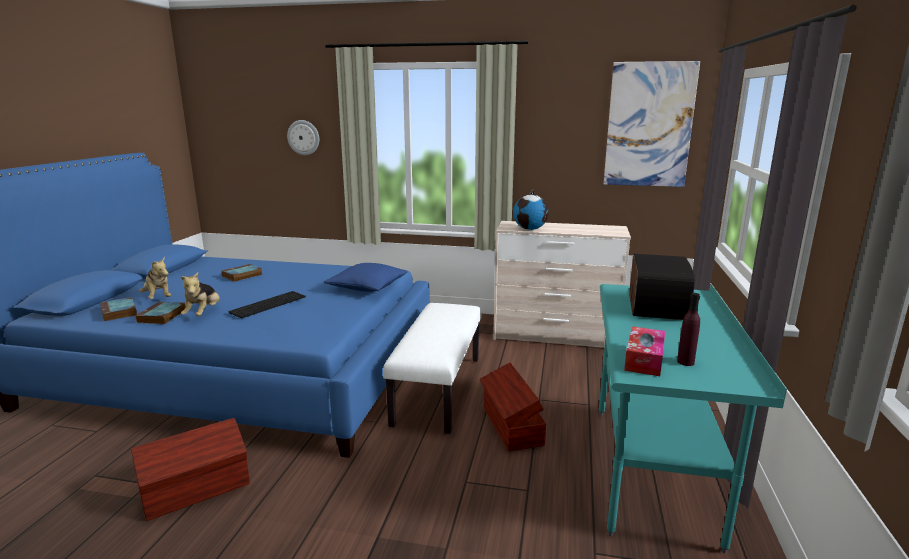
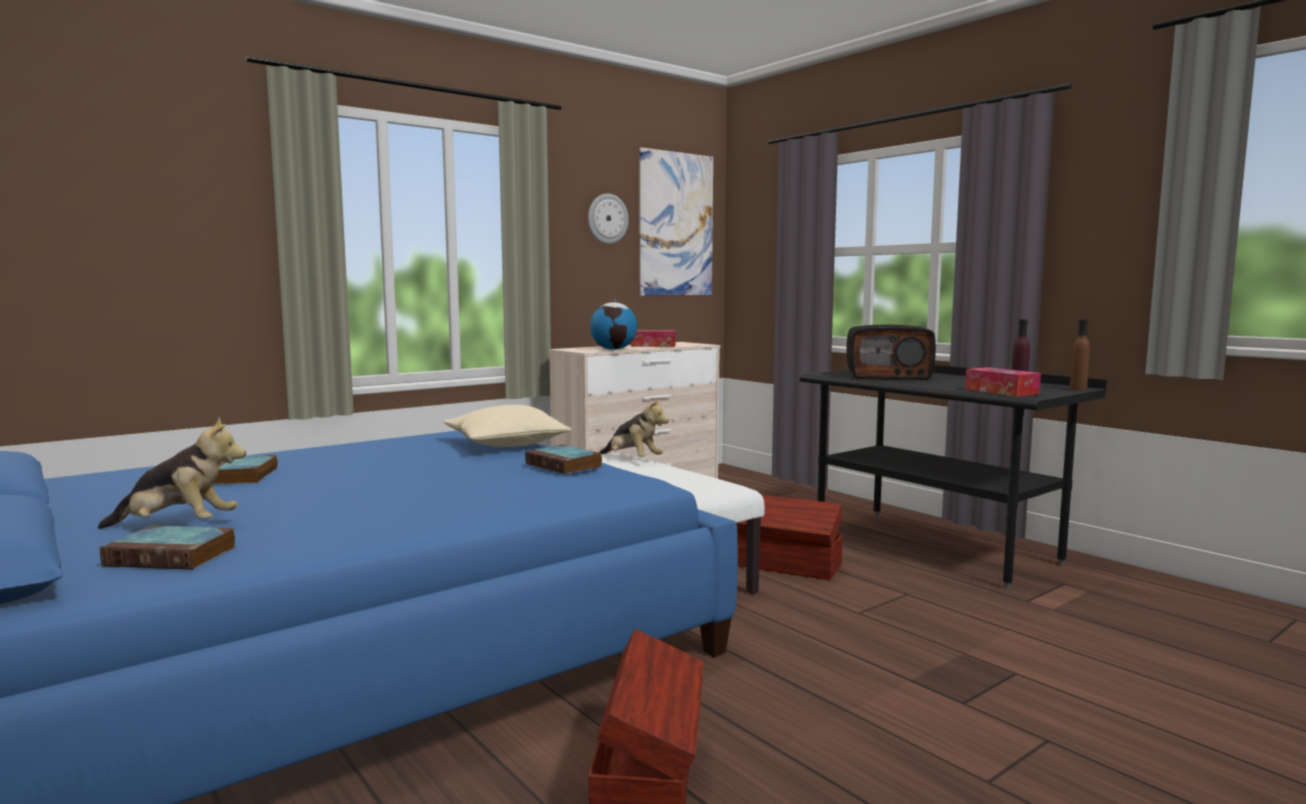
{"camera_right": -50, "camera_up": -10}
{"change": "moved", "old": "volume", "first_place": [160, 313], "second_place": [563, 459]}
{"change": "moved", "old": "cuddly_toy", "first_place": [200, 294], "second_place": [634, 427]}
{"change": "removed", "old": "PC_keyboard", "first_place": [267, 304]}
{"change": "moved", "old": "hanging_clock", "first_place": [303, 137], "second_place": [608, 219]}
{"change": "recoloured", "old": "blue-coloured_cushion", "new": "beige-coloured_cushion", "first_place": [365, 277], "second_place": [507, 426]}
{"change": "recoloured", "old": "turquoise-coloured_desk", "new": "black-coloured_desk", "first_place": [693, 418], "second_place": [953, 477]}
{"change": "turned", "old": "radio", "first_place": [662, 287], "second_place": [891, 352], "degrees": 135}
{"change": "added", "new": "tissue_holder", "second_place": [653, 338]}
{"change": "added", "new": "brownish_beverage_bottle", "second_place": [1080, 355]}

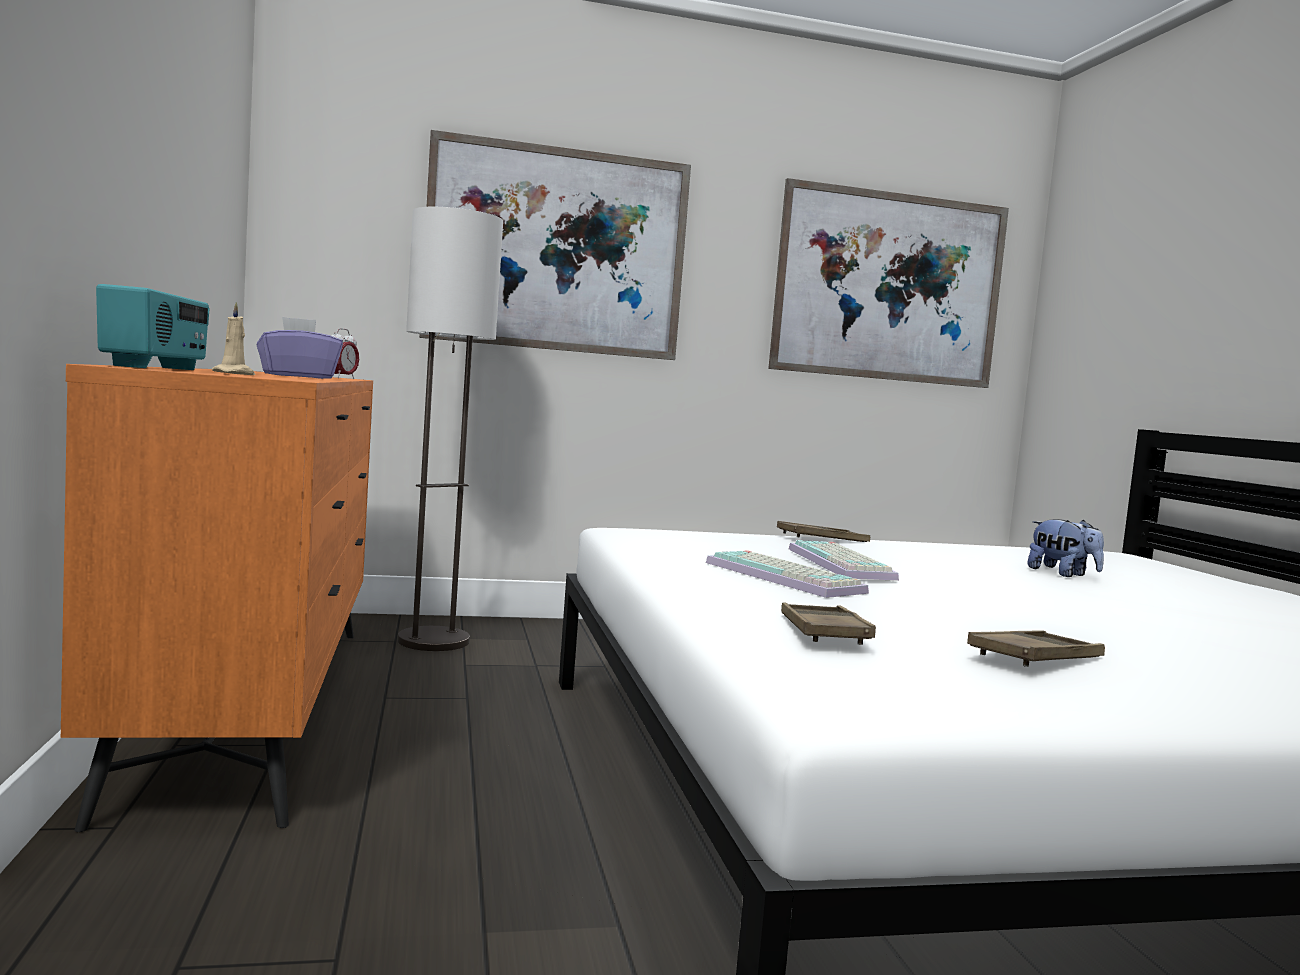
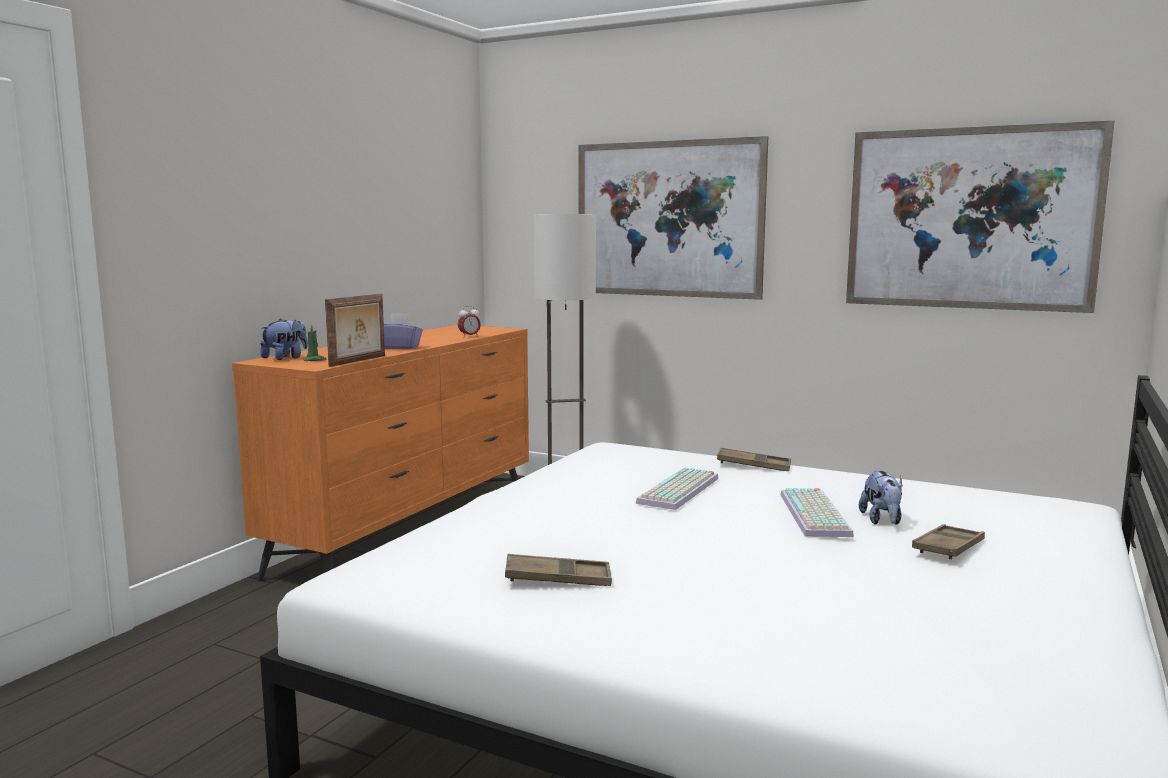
{"camera_right": 40, "camera_up": 5}
{"change": "replaced", "old": "radio", "new": "cuddly_toy", "first_place": [153, 327], "second_place": [283, 339]}
{"change": "recoloured", "old": "beige-coloured_candle", "new": "greenish_candle", "first_place": [233, 338], "second_place": [314, 342]}
{"change": "moved", "old": "PC_keyboard", "first_place": [787, 574], "second_place": [817, 512]}
{"change": "moved", "old": "brownish_serving_tray", "first_place": [828, 623], "second_place": [948, 542]}
{"change": "added", "new": "photo_frame", "second_place": [355, 330]}

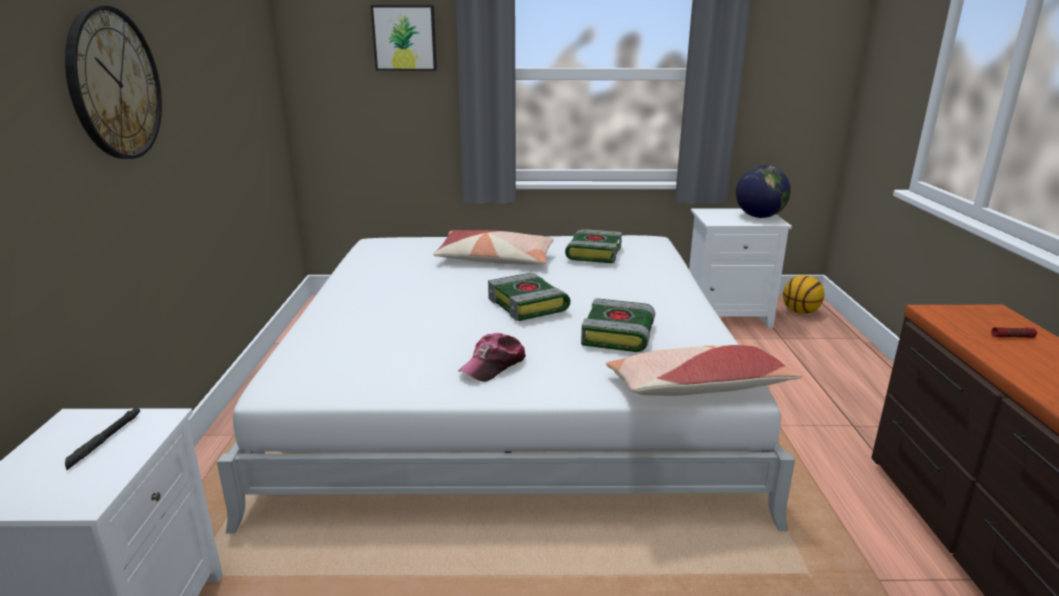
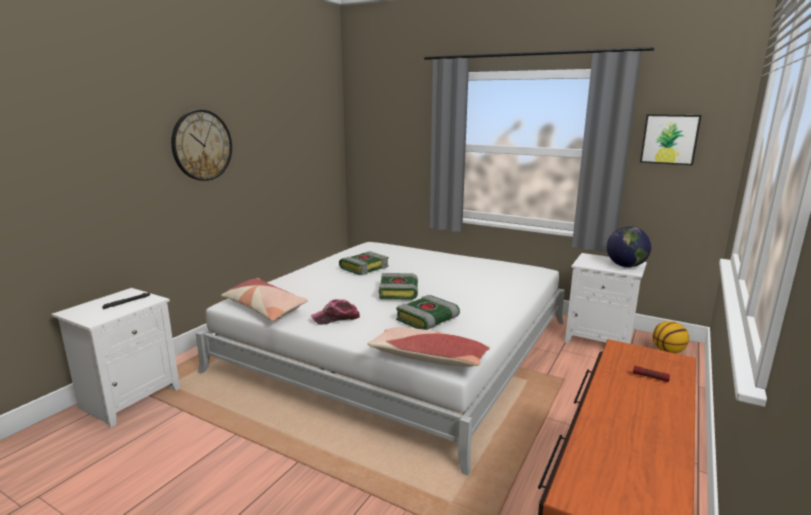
{"camera_right": 30, "camera_up": -5}
{"change": "moved", "old": "wall_picture", "first_place": [404, 38], "second_place": [671, 139]}
{"change": "moved", "old": "cushion", "first_place": [493, 247], "second_place": [264, 299]}
{"change": "moved", "old": "volume", "first_place": [593, 246], "second_place": [363, 263]}

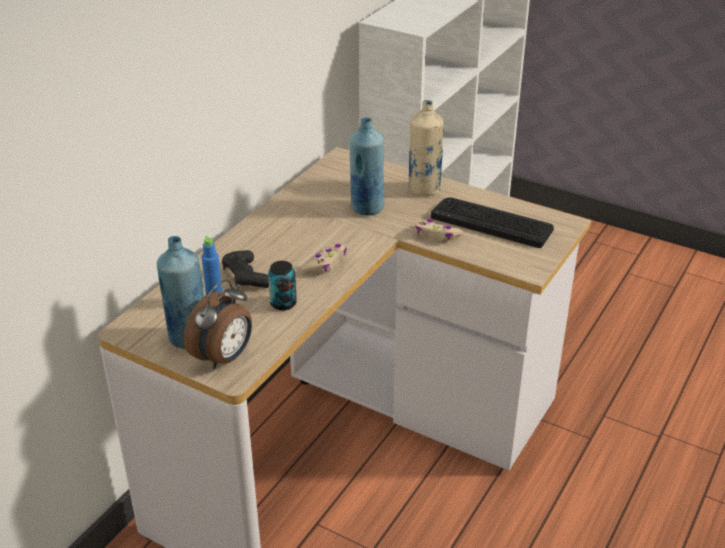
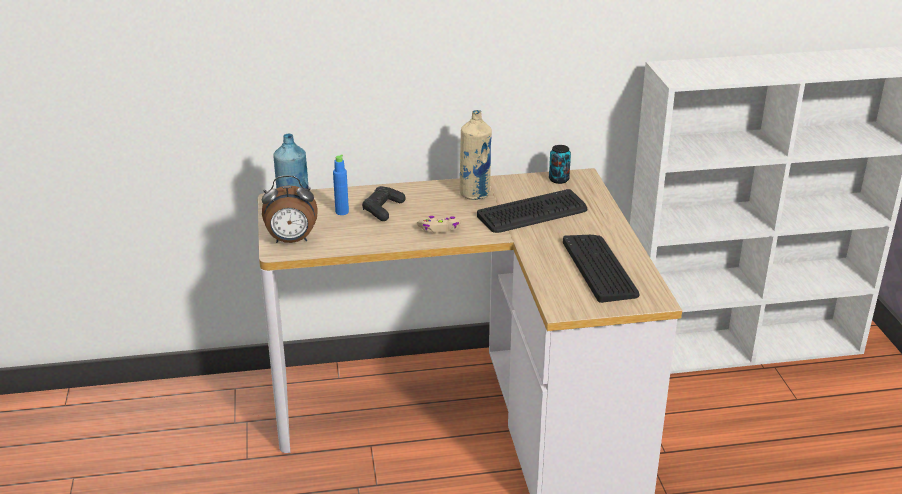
{"camera_right": 50, "camera_up": -5}
{"change": "moved", "old": "can", "first_place": [282, 285], "second_place": [560, 164]}
{"change": "replaced", "old": "blue-coloured_beverage_bottle", "new": "PC_keyboard", "first_place": [367, 166], "second_place": [532, 211]}
{"change": "moved", "old": "beige-coloured_beverage_bottle", "first_place": [426, 148], "second_place": [476, 155]}
{"change": "removed", "old": "beige-coloured_joypad", "first_place": [439, 230]}

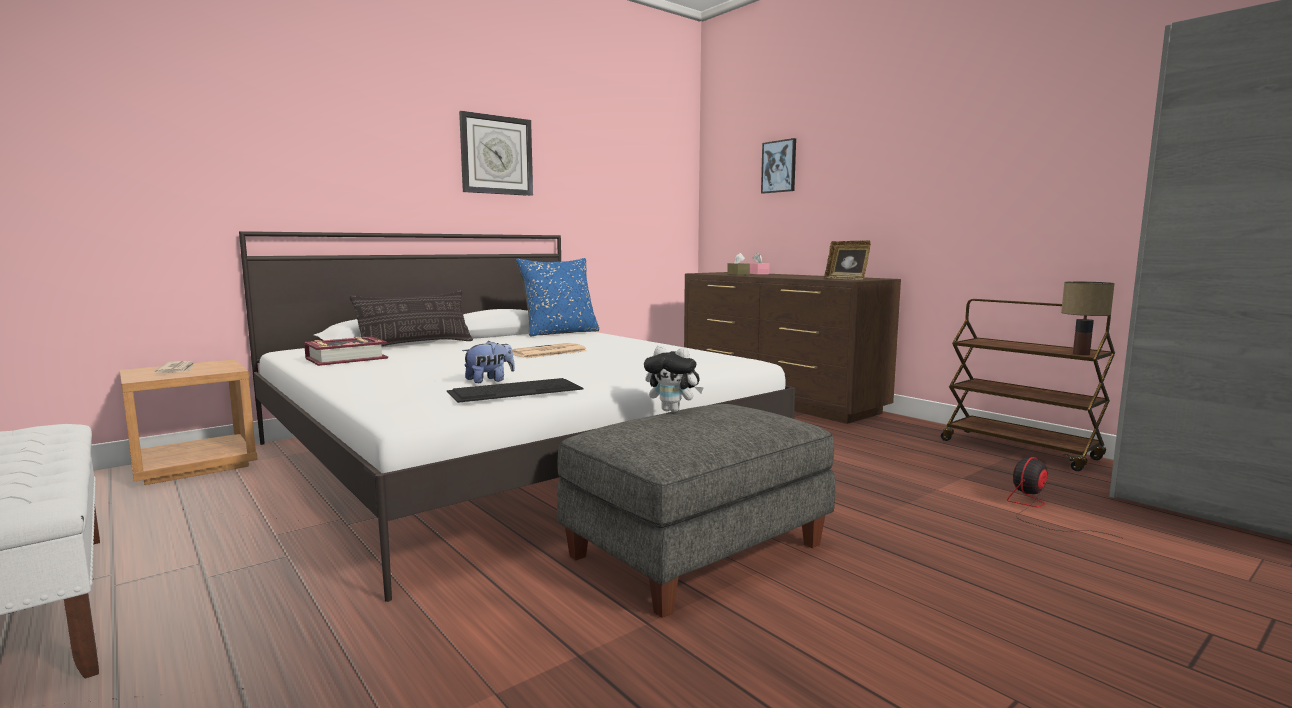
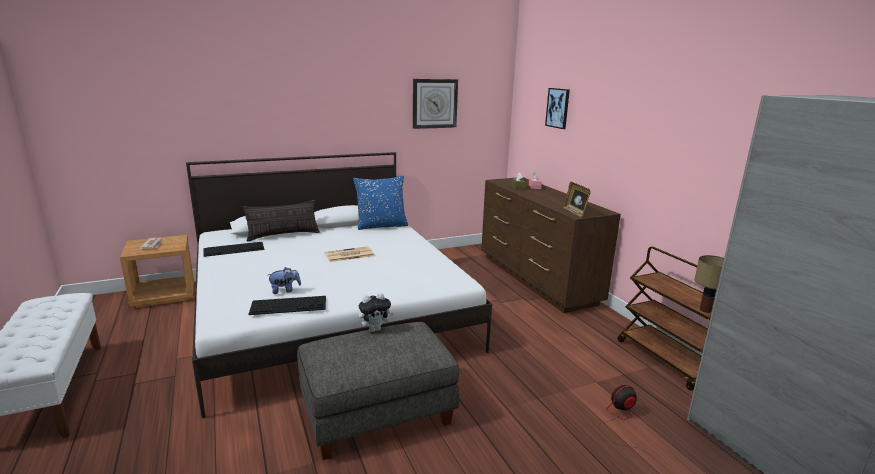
{"camera_right": 15, "camera_up": 10}
{"change": "replaced", "old": "volume", "new": "PC_keyboard", "first_place": [346, 351], "second_place": [234, 249]}
{"change": "moved", "old": "hanging_clock", "first_place": [496, 153], "second_place": [435, 104]}
{"change": "turned", "old": "cuddly_toy", "first_place": [674, 378], "second_place": [376, 312], "degrees": -60}

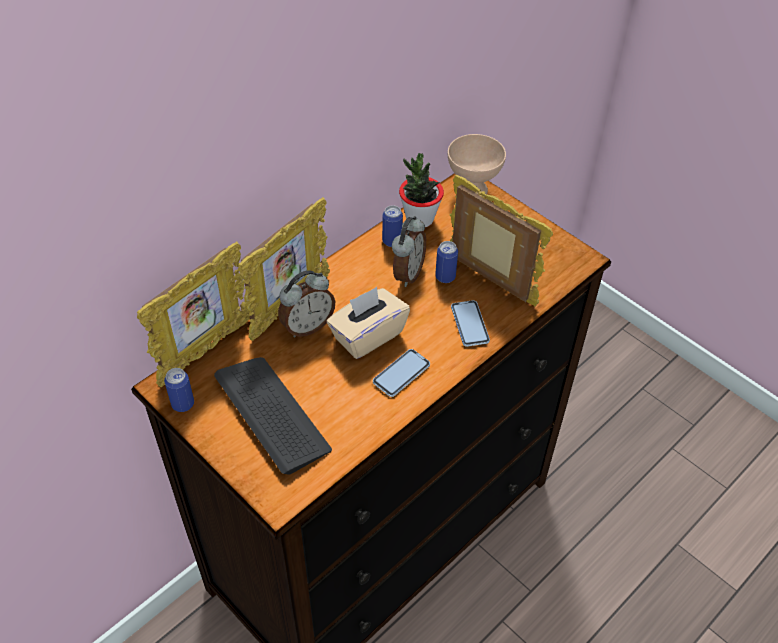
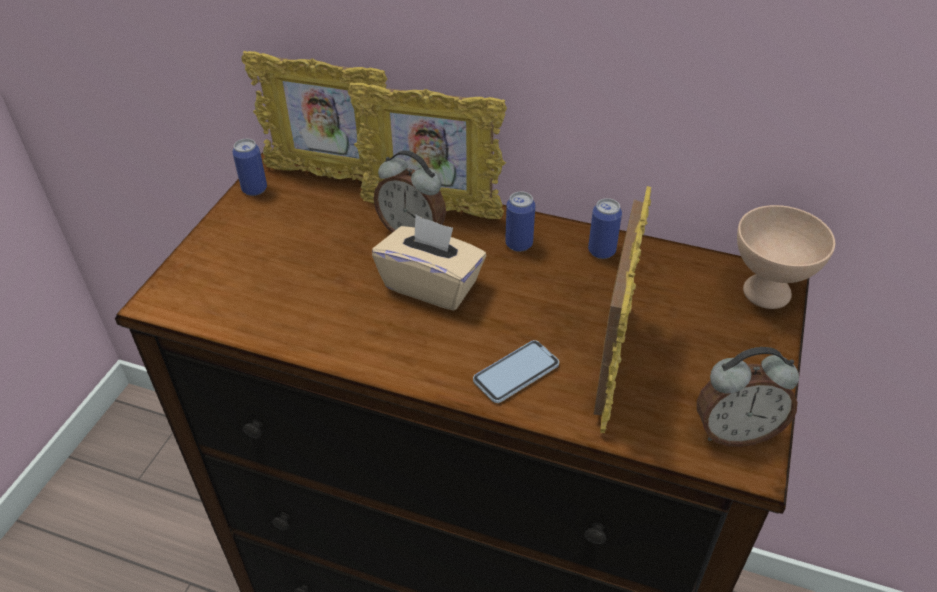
{"camera_right": 65, "camera_up": -5}
{"change": "removed", "old": "PC_keyboard", "first_place": [273, 416]}
{"change": "removed", "old": "phone", "first_place": [401, 373]}
{"change": "moved", "old": "alarm_clock", "first_place": [409, 251], "second_place": [748, 397]}
{"change": "removed", "old": "potted_plant", "first_place": [421, 190]}
{"change": "moved", "old": "can", "first_place": [446, 262], "second_place": [520, 222]}

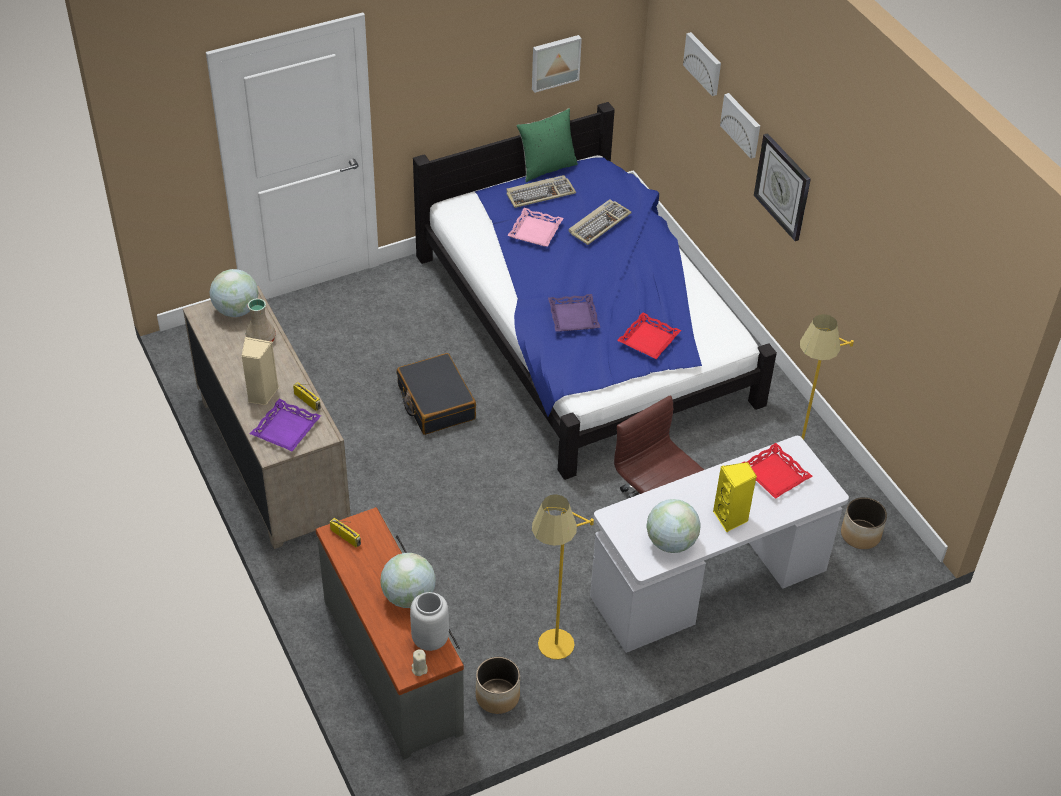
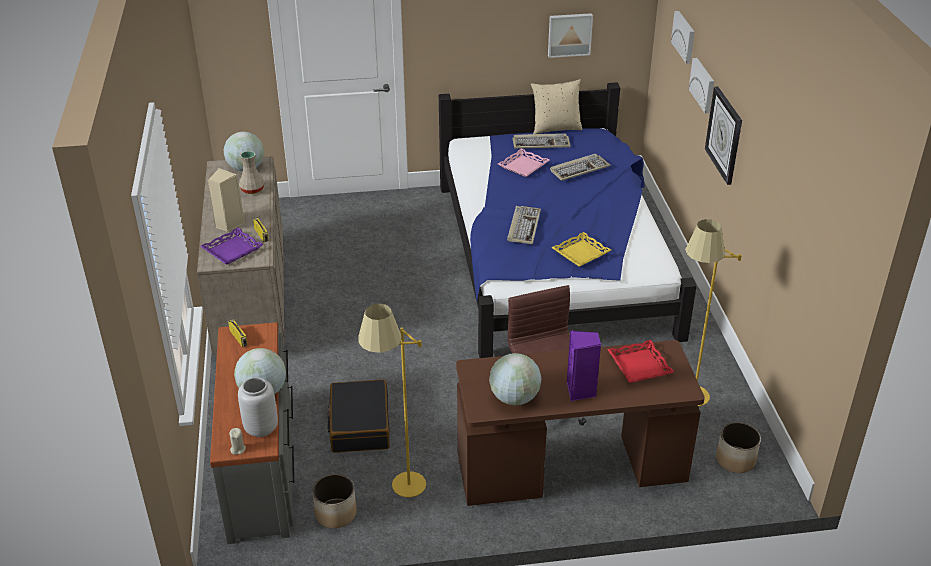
{"camera_right": 20, "camera_up": -10}
{"change": "moved", "old": "black-coloured_suitcase", "first_place": [436, 394], "second_place": [358, 416]}
{"change": "recoloured", "old": "greenish_cushion", "new": "beige-coloured_cushion", "first_place": [547, 145], "second_place": [557, 106]}
{"change": "replaced", "old": "purple_serving_tray", "new": "PC_keyboard", "first_place": [574, 313], "second_place": [524, 225]}
{"change": "recoloured", "old": "white_desk", "new": "brownish_desk", "first_place": [719, 544], "second_place": [580, 423]}
{"change": "recoloured", "old": "red-coloured_serving_tray", "new": "yellow_serving_tray", "first_place": [649, 335], "second_place": [581, 249]}
{"change": "recoloured", "old": "yellow_audio_speaker", "new": "purple_audio_speaker", "first_place": [735, 497], "second_place": [584, 365]}

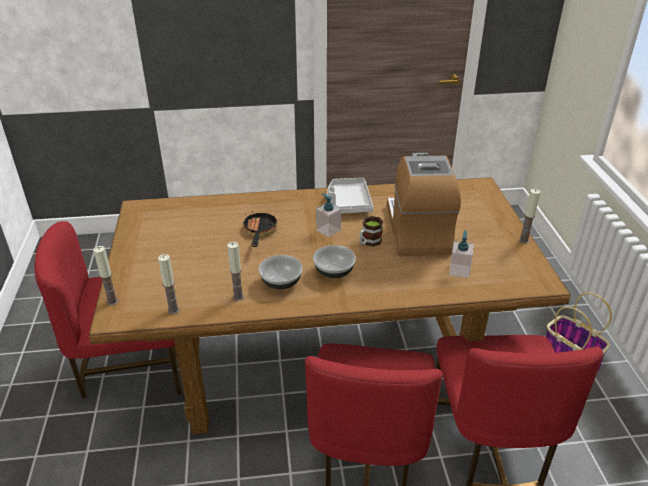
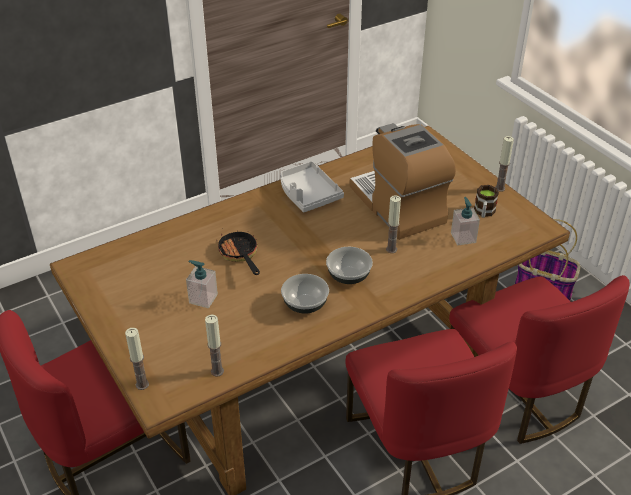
{"camera_right": -25, "camera_up": 5}
{"change": "moved", "old": "candle", "first_place": [235, 271], "second_place": [393, 224]}
{"change": "moved", "old": "liquid_soap_bottle", "first_place": [328, 215], "second_place": [202, 284]}
{"change": "moved", "old": "coffee_mug", "first_place": [371, 231], "second_place": [486, 201]}

